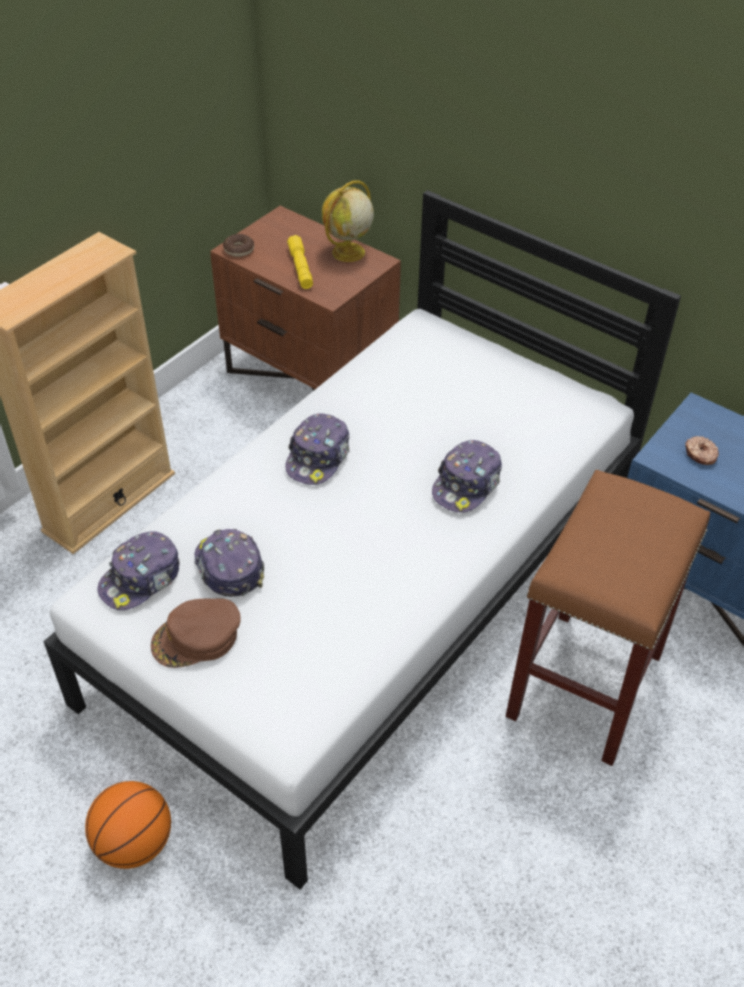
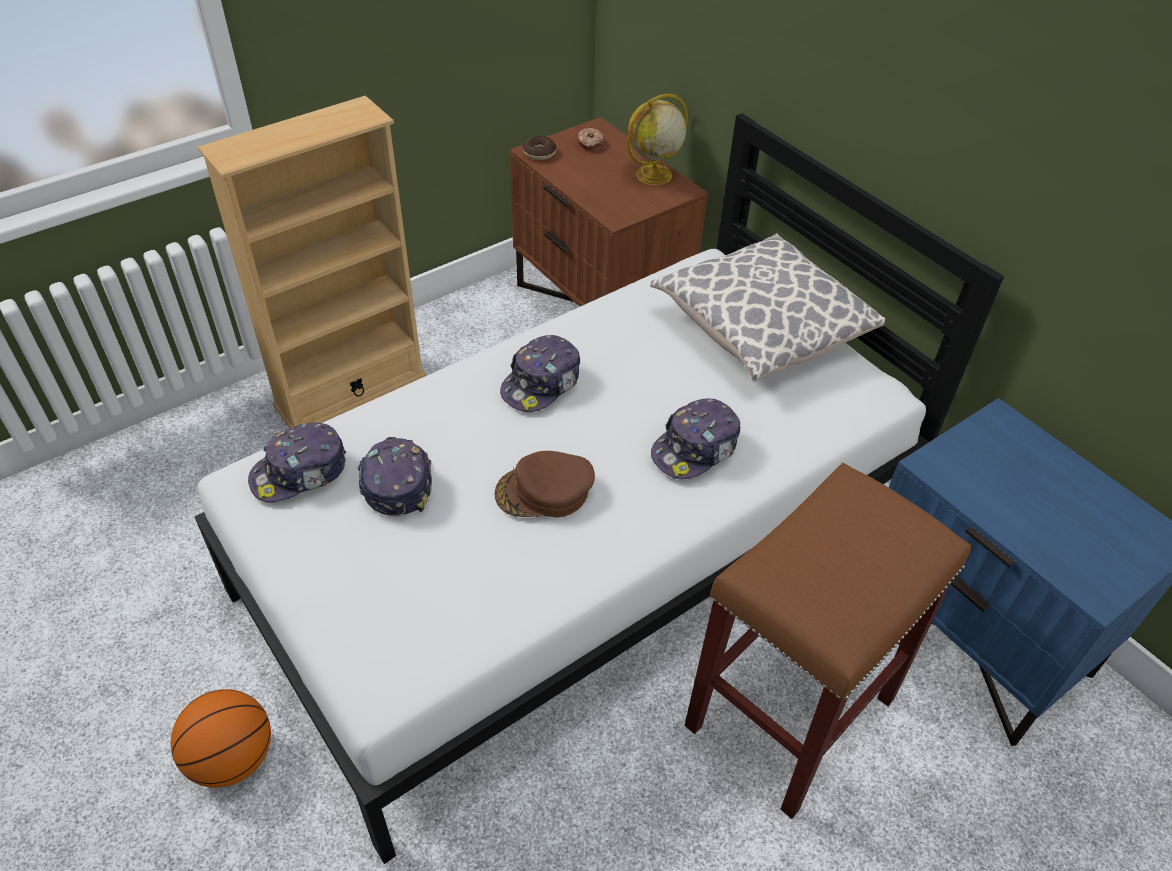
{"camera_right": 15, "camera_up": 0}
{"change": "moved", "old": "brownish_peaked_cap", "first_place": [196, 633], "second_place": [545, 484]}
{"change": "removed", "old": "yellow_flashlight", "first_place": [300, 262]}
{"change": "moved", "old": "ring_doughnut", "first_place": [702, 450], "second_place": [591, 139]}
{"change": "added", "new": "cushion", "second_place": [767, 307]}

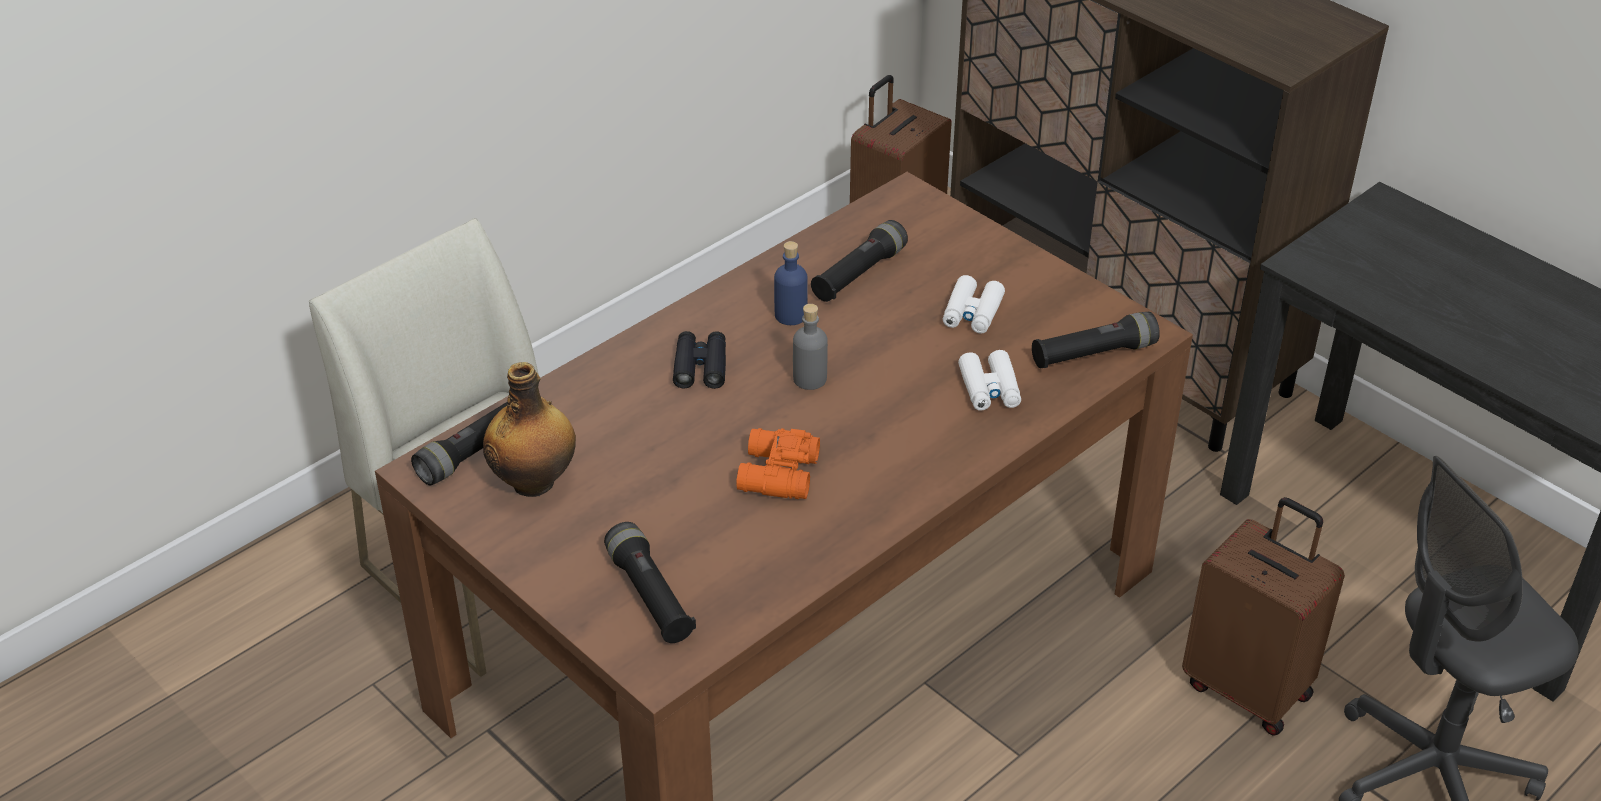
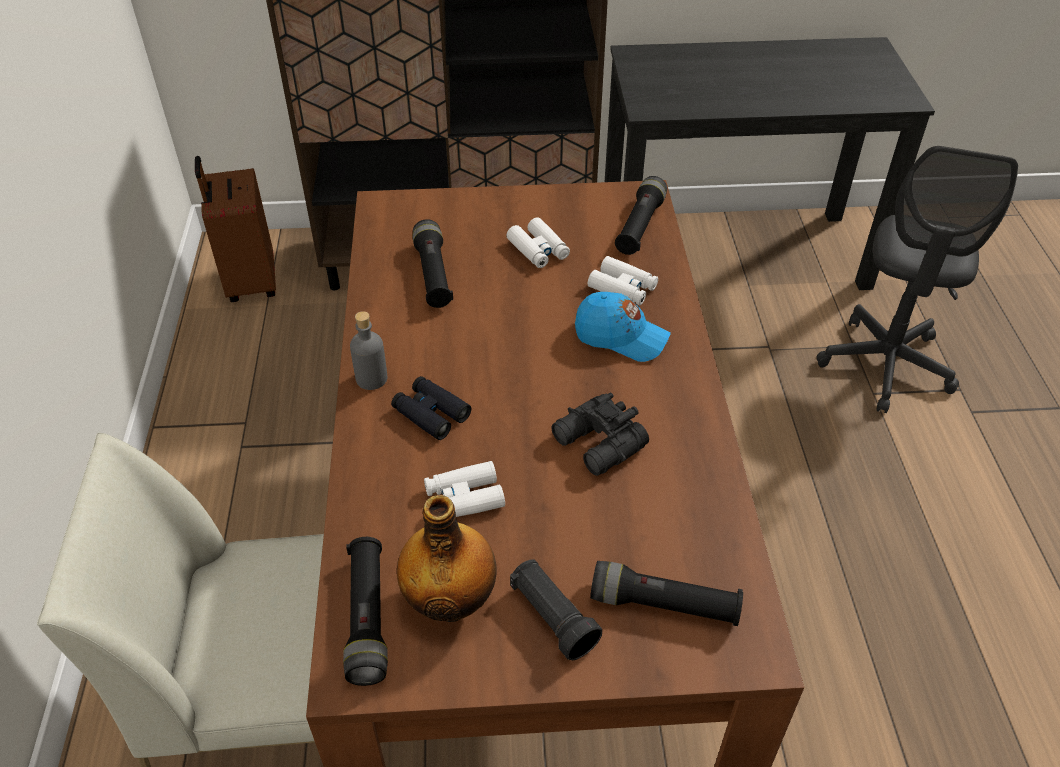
{"camera_right": -50, "camera_up": 5}
{"change": "recoloured", "old": "orange-coloured_field_glasses", "new": "black-coloured_field_glasses", "first_place": [778, 463], "second_place": [600, 434]}
{"change": "removed", "old": "blue-coloured_beverage_bottle", "first_place": [791, 283]}
{"change": "moved", "old": "gray_beverage_bottle", "first_place": [810, 347], "second_place": [368, 350]}
{"change": "removed", "old": "brownish_suitcase", "first_place": [1263, 616]}
{"change": "added", "new": "white_field_glasses", "second_place": [464, 489]}
{"change": "added", "new": "black-coloured_flashlight", "second_place": [556, 609]}
{"change": "added", "new": "blue-coloured_peaked_cap", "second_place": [623, 327]}

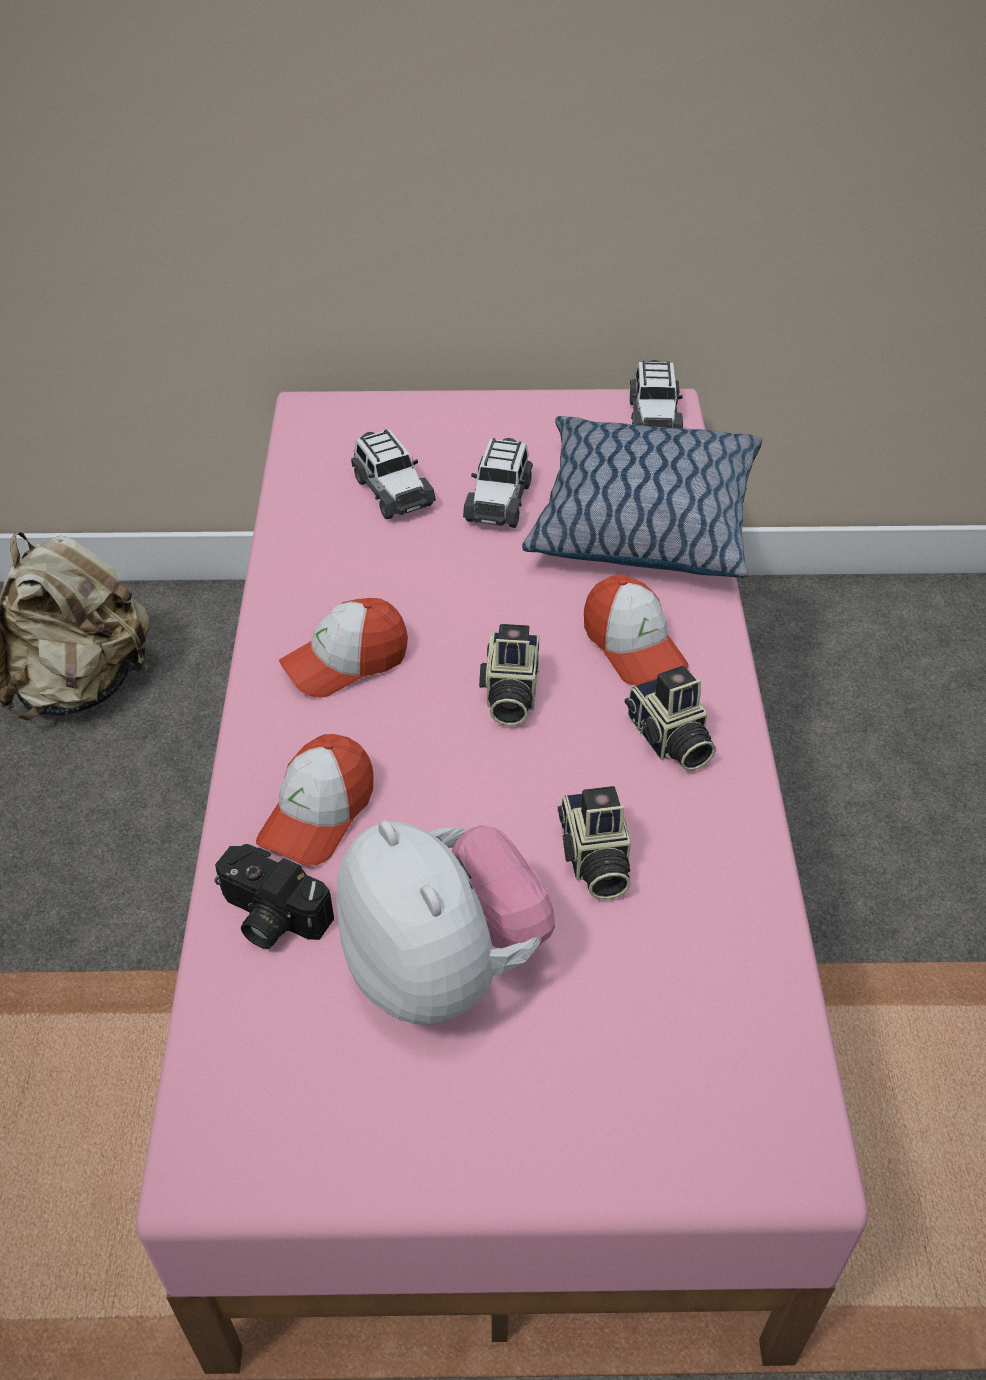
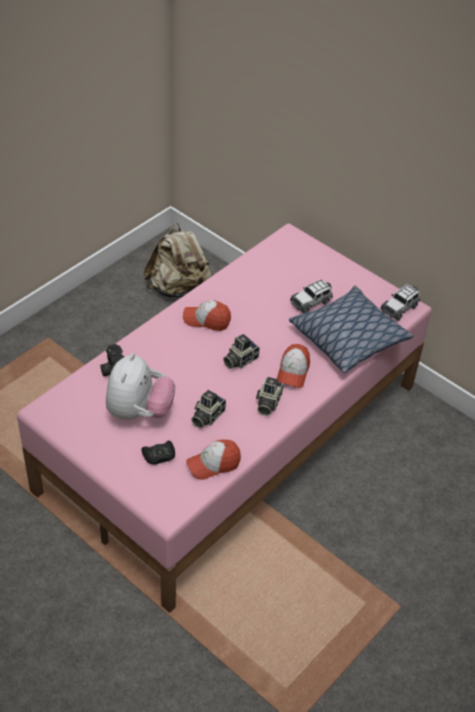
{"camera_right": 40, "camera_up": 0}
{"change": "moved", "old": "peaked_cap", "first_place": [314, 799], "second_place": [213, 460]}
{"change": "removed", "old": "toy_car", "first_place": [393, 474]}
{"change": "added", "new": "black-coloured_joypad", "second_place": [158, 452]}

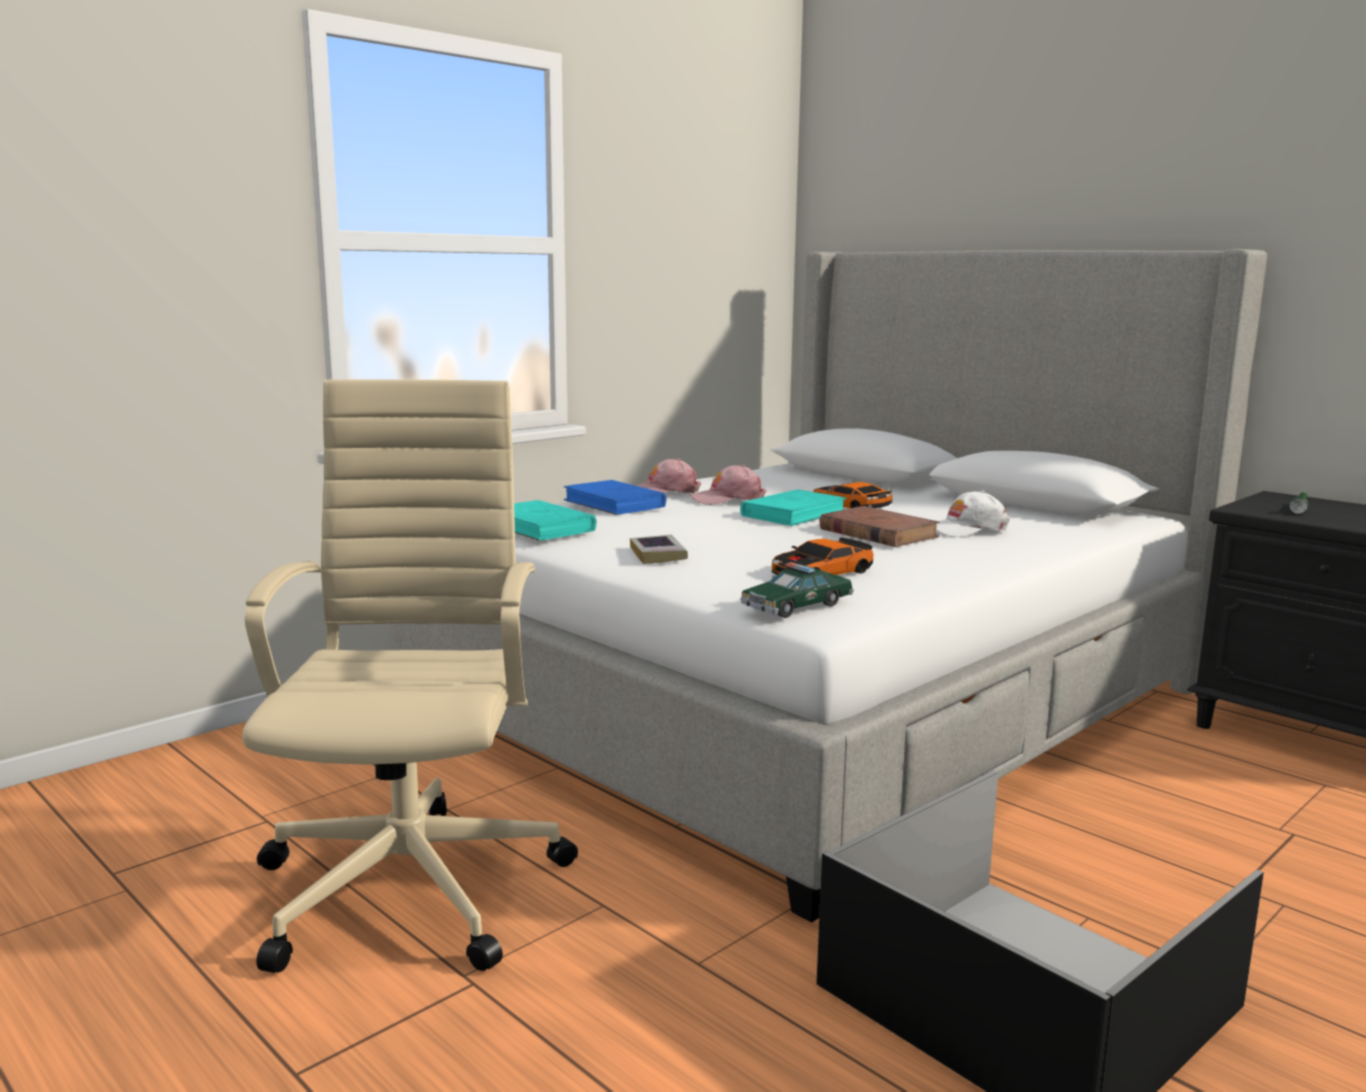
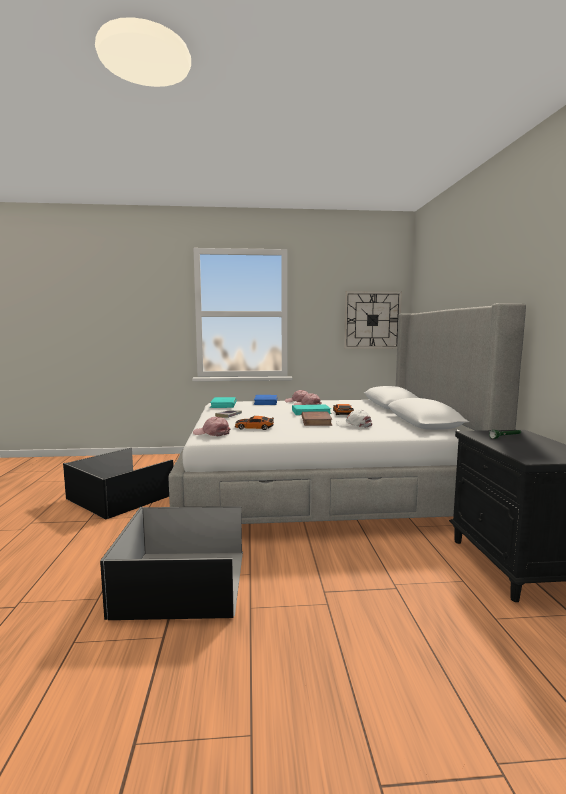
{"camera_right": 40, "camera_up": -5}
{"change": "replaced", "old": "beige-coloured_office_chair", "new": "black-coloured_storage_container", "first_place": [410, 676], "second_place": [118, 483]}
{"change": "replaced", "old": "toy_car", "new": "pinkish_peaked_cap", "first_place": [797, 590], "second_place": [212, 426]}
{"change": "added", "new": "hanging_clock", "second_place": [373, 320]}

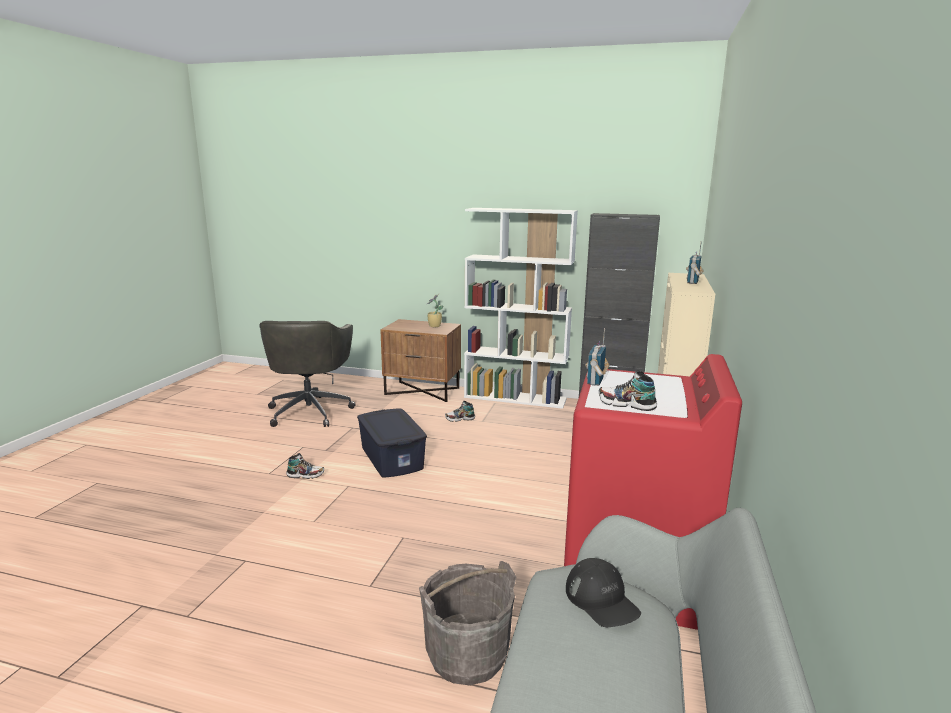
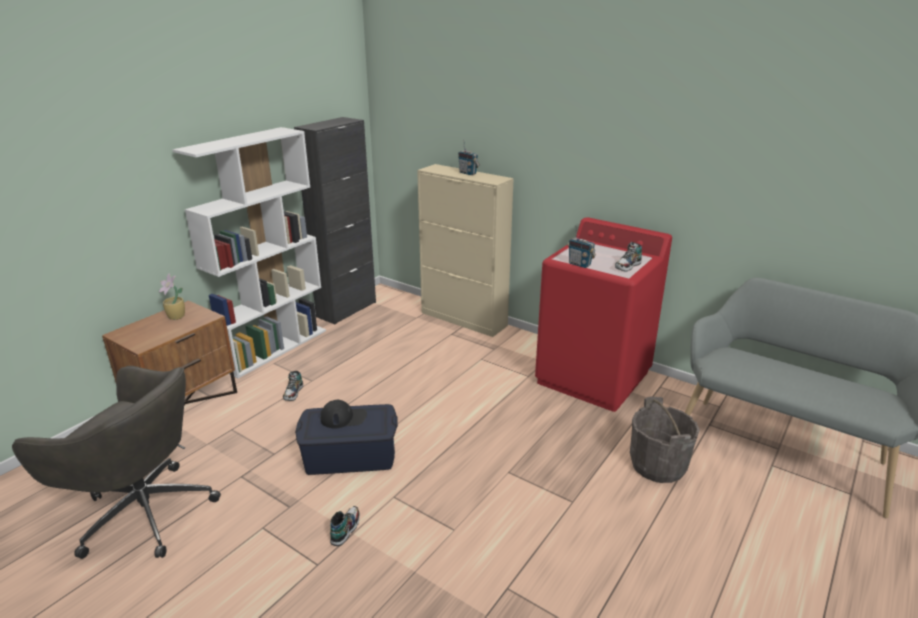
{"camera_right": -70, "camera_up": 10}
{"change": "moved", "old": "black-coloured_peaked_cap", "first_place": [603, 592], "second_place": [343, 414]}

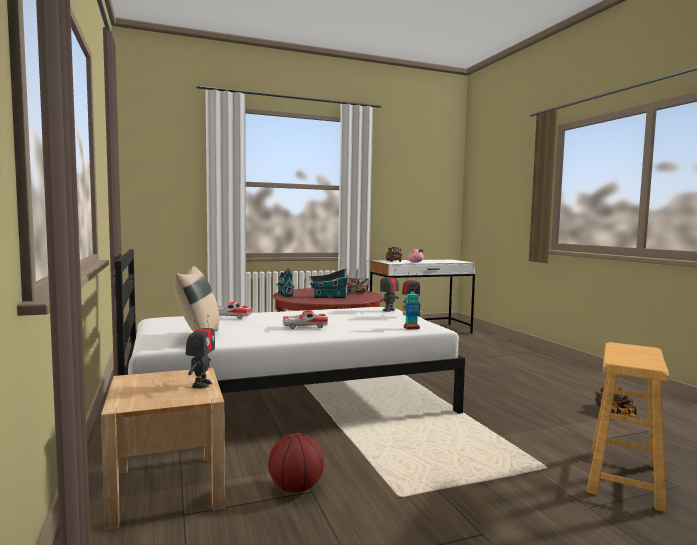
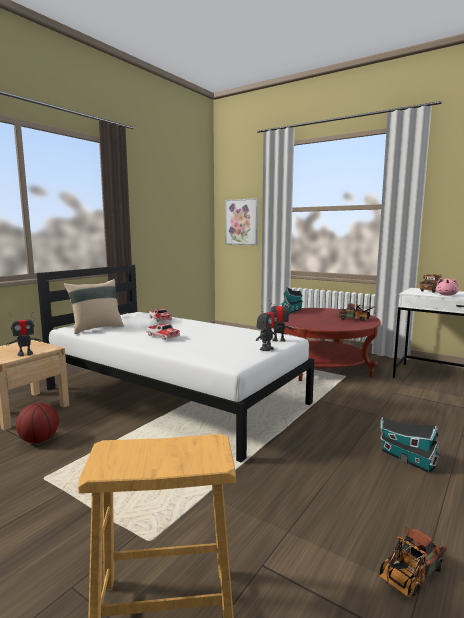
{"camera_right": 55, "camera_up": 5}
{"change": "moved", "old": "miniature_house", "first_place": [328, 283], "second_place": [410, 445]}
{"change": "removed", "old": "toy_robot", "first_place": [412, 309]}
{"change": "added", "new": "wall_picture", "second_place": [241, 221]}

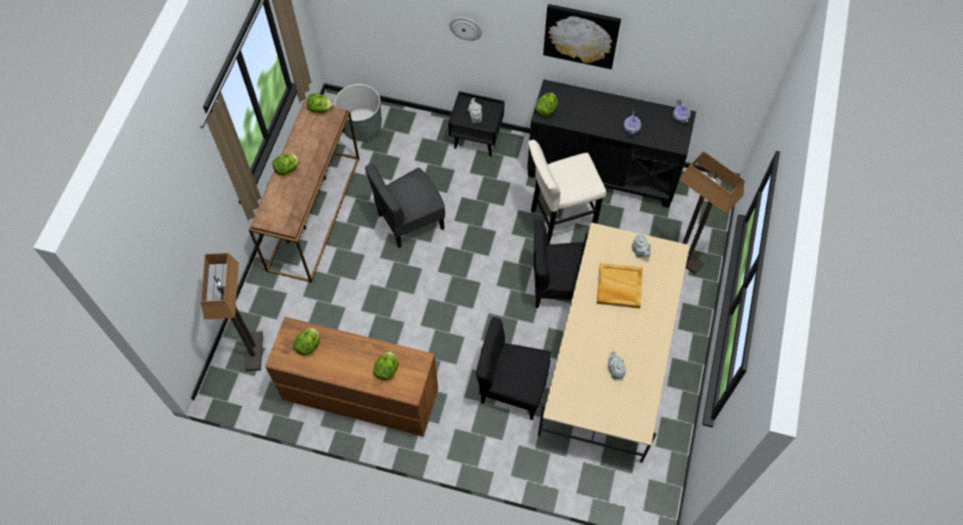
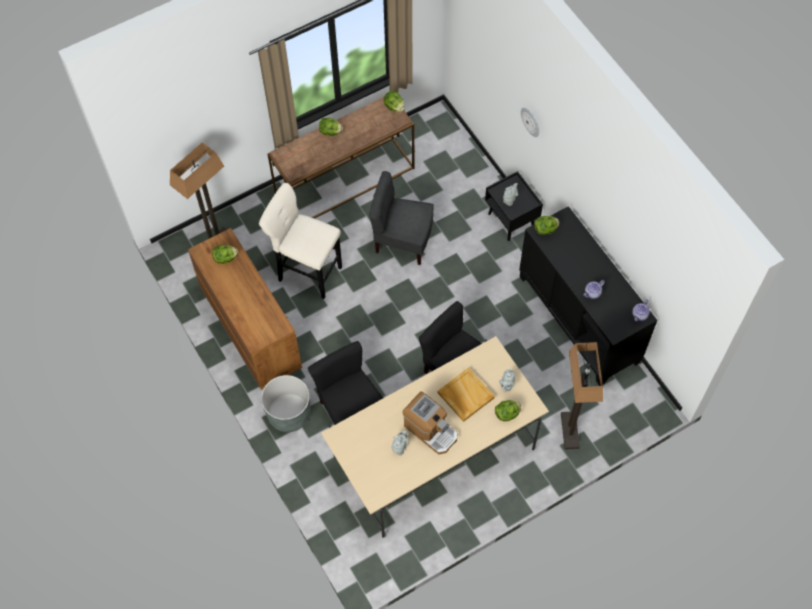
{"camera_right": 45, "camera_up": 0}
{"change": "moved", "old": "gray_plant_pot", "first_place": [358, 112], "second_place": [286, 403]}
{"change": "moved", "old": "lettuce", "first_place": [385, 365], "second_place": [508, 410]}
{"change": "moved", "old": "beige-coloured_sitting_stool", "first_place": [567, 192], "second_place": [300, 241]}
{"change": "removed", "old": "wall_picture", "first_place": [582, 36]}
{"change": "added", "new": "coffee_brewer", "second_place": [430, 422]}

